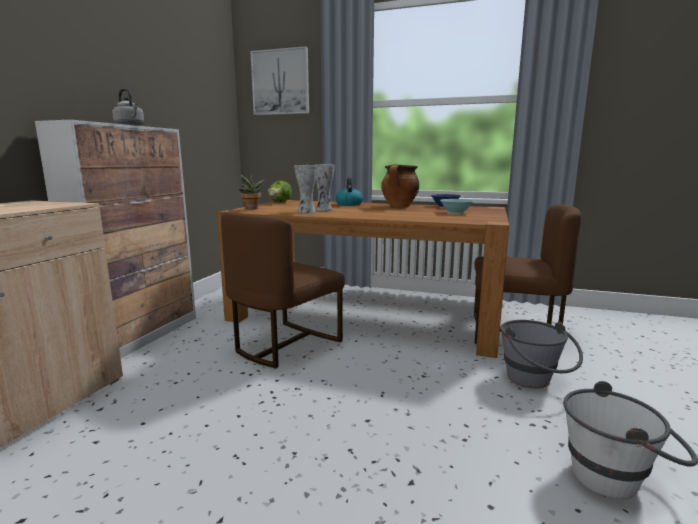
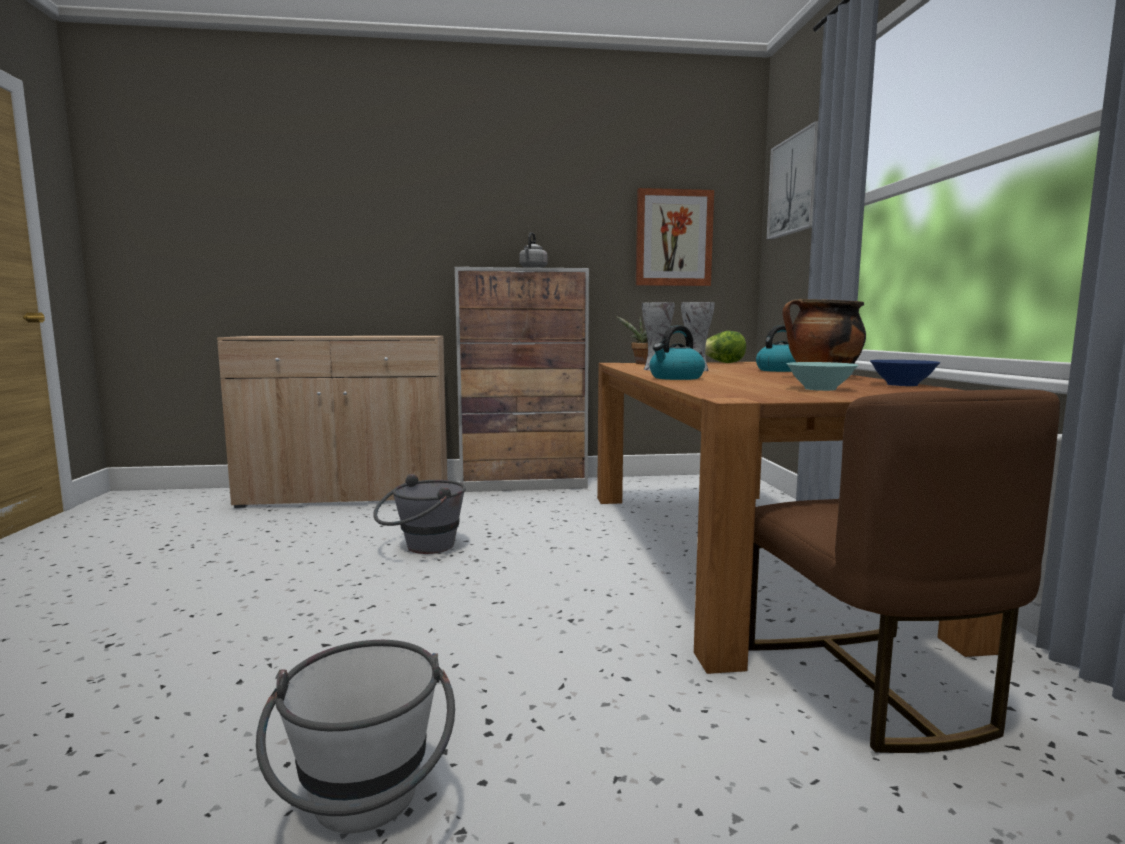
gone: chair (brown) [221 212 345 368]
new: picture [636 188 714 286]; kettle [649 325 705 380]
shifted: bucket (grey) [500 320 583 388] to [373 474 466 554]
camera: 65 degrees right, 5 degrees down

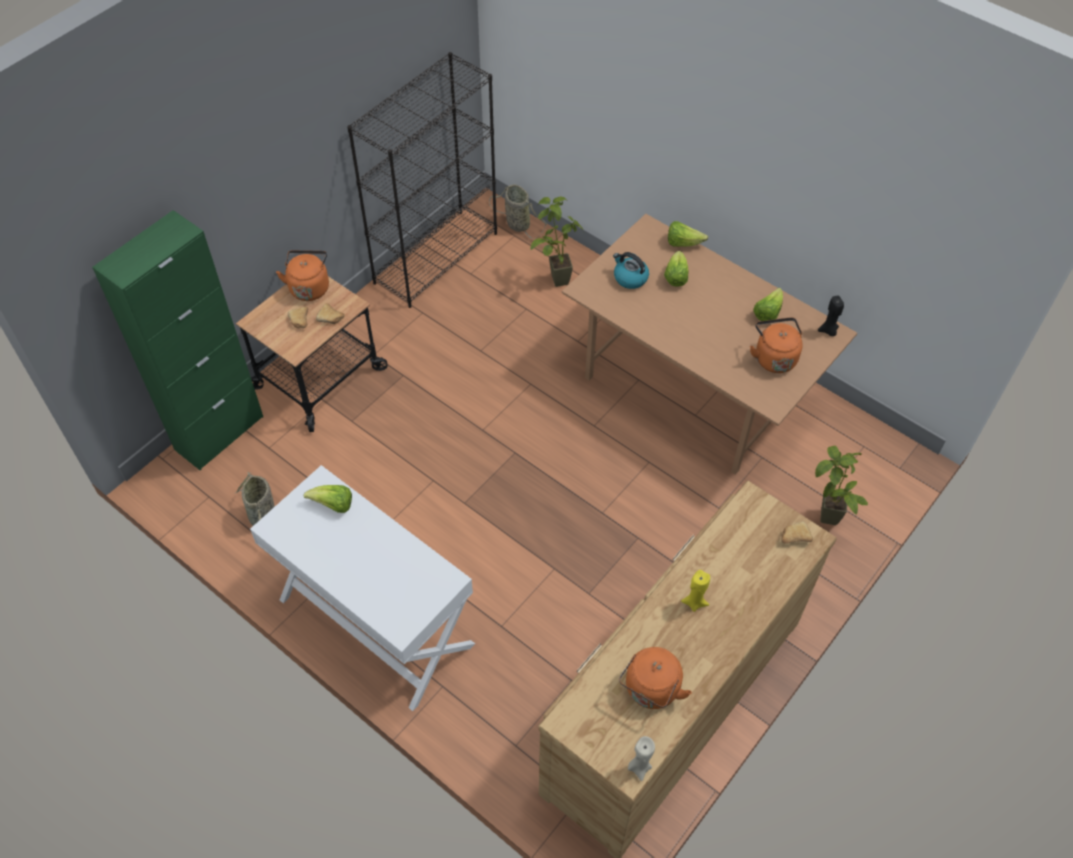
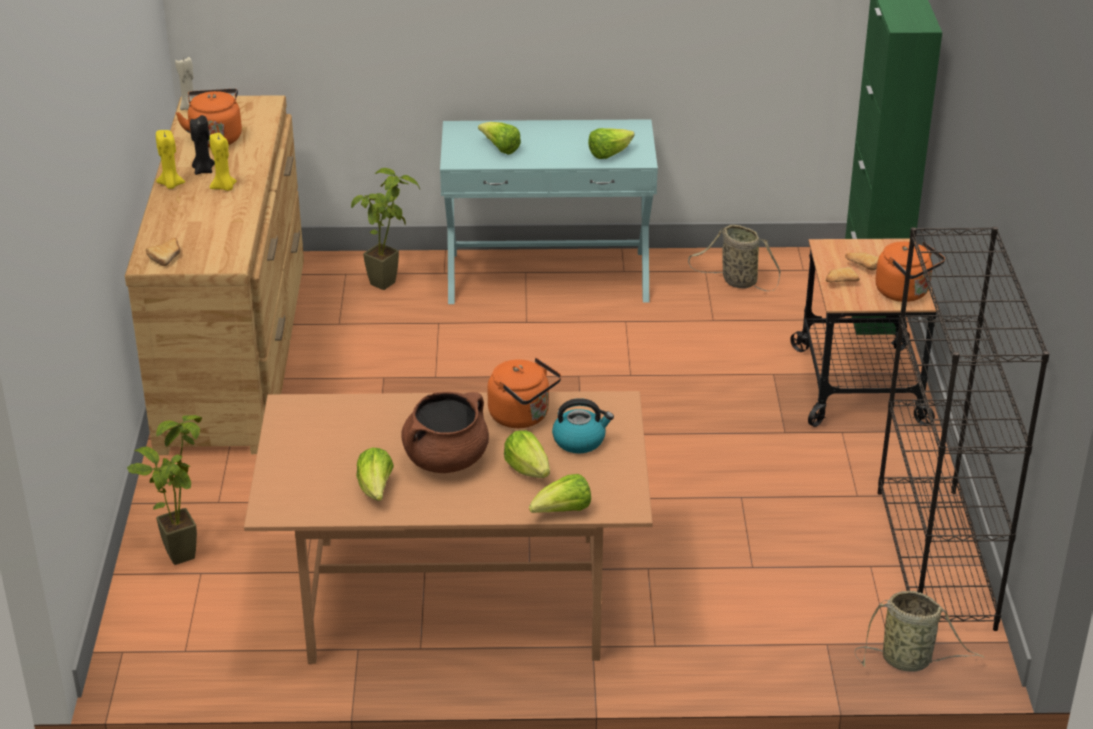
new: candle (yellow) [156 130 185 189]; cooking pot (brown) [401 392 489 473]; lettuce [478 122 521 155]
shifted: potted plant [530 197 583 287] to [351 168 420 290]; kettle (orange) [750 317 803 373] to [487 358 561 428]; candle (black) [818 296 844 336] to [190 115 215 175]
repainted: console table (white) [250 465 475 711] to console table (turquoise) [440 119 658 304]
camera: 140 degrees right, 20 degrees down

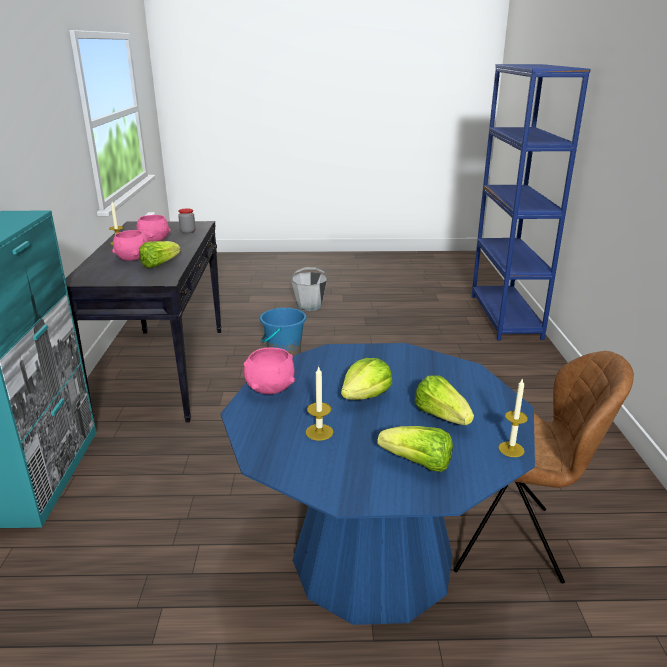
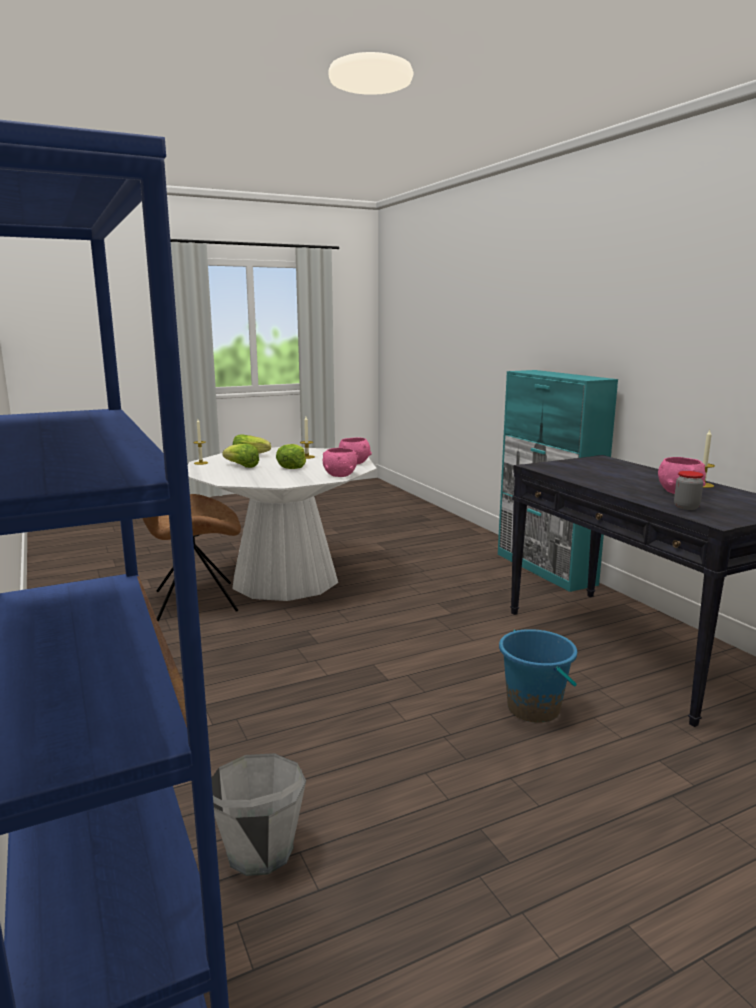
gone: lettuce [139 241 181 268]
shifted: bowl (pink) [112 230 148 261] to [323 448 357 477]; bucket (grey) [291 267 327 311] to [211 753 306 876]
repainted: dining table (blue) [221 343 535 625] to dining table (white) [188 447 377 601]
camera: 155 degrees right, 10 degrees down

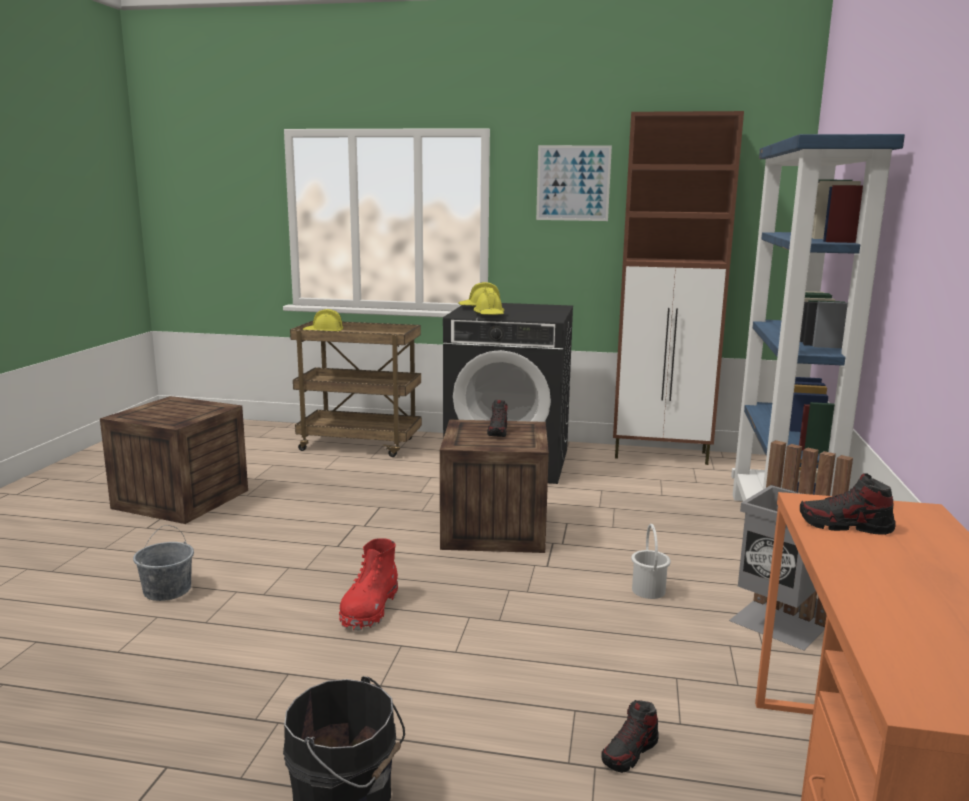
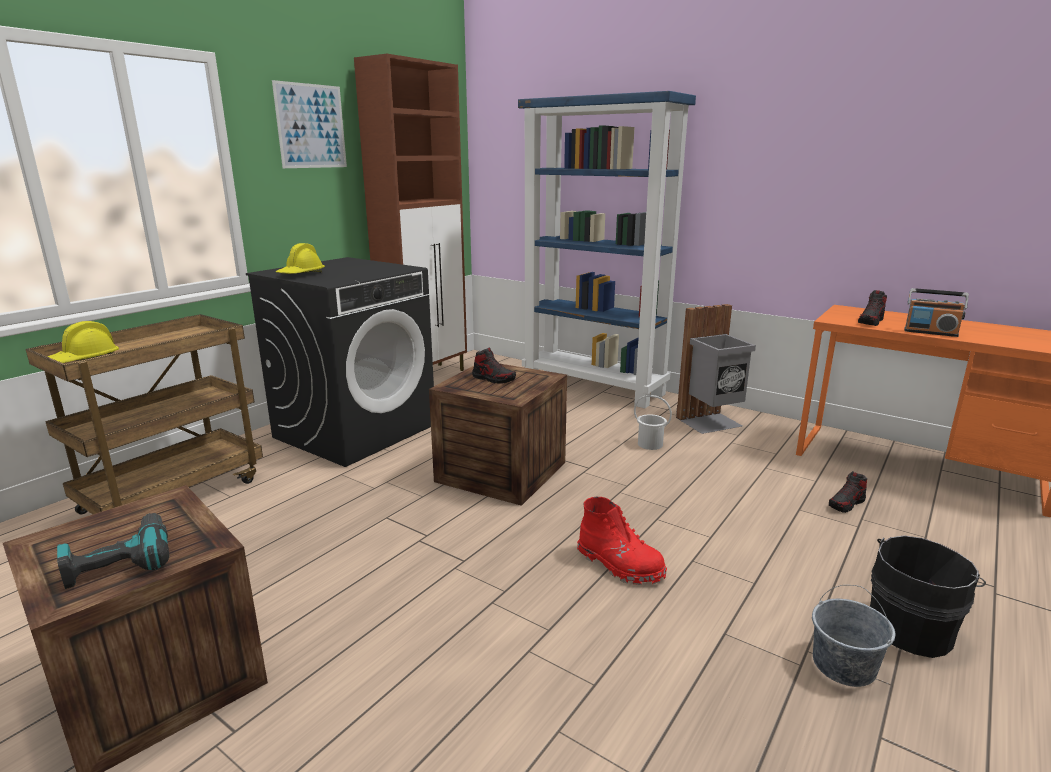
gone: hard hat (yellow) [473 288 504 315]
new: power drill [57 513 169 589]; radio [904 288 969 337]
shifted: bucket (grey) [133 525 194 601] to [812 585 895 687]
rotated: shoe [601 700 659 773] = [829 471 867 513] 75 degrees clockwise
camera: 65 degrees left, 5 degrees up

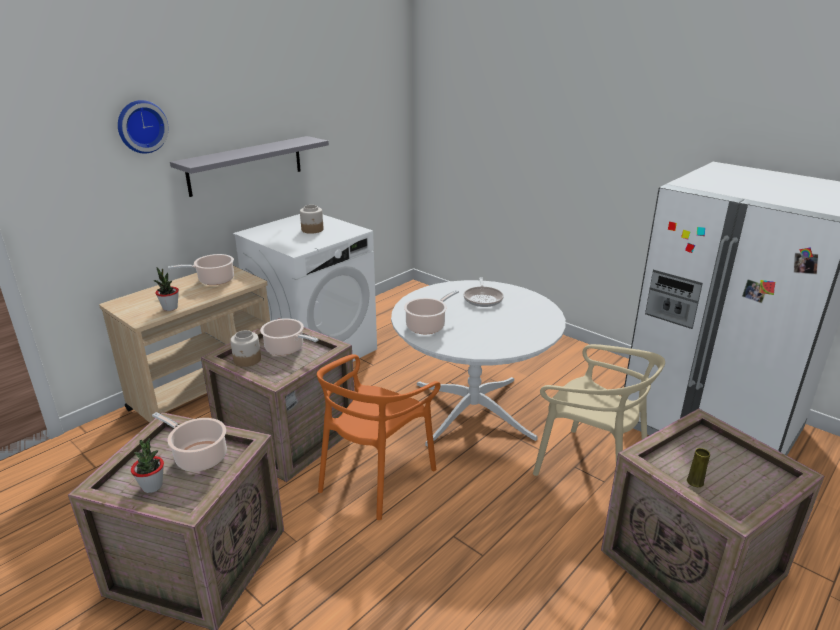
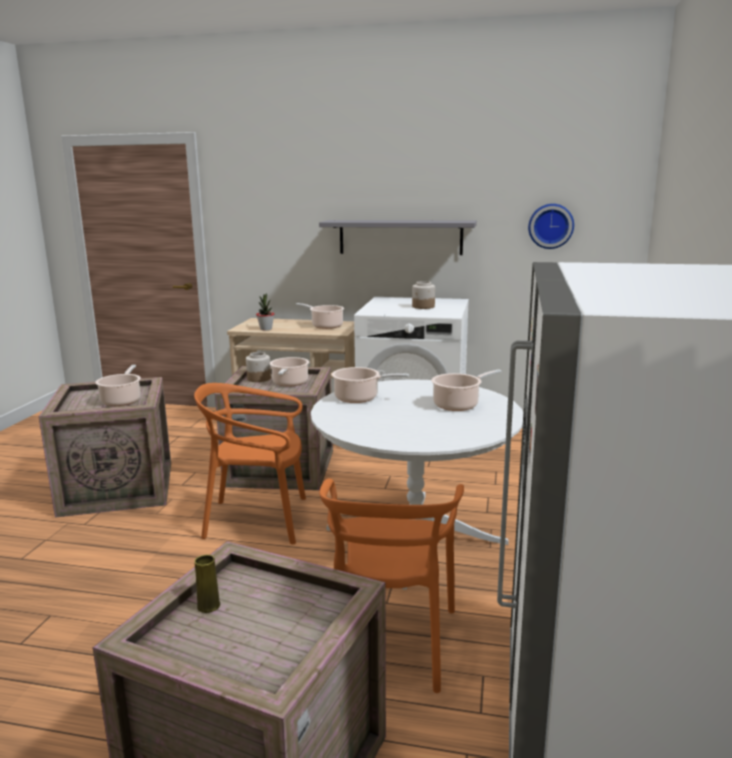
gone: potted plant [131 438 164 493]
shifted: wall clock [118 100 168 154] to [528 204 574 249]
swapped: frying pan [463 277 503 307] to cooking pot [431 369 502 411]
repainted: chair (beige) [533 344 665 476] to chair (orange) [319 478 464 693]
camera: 60 degrees right, 10 degrees down

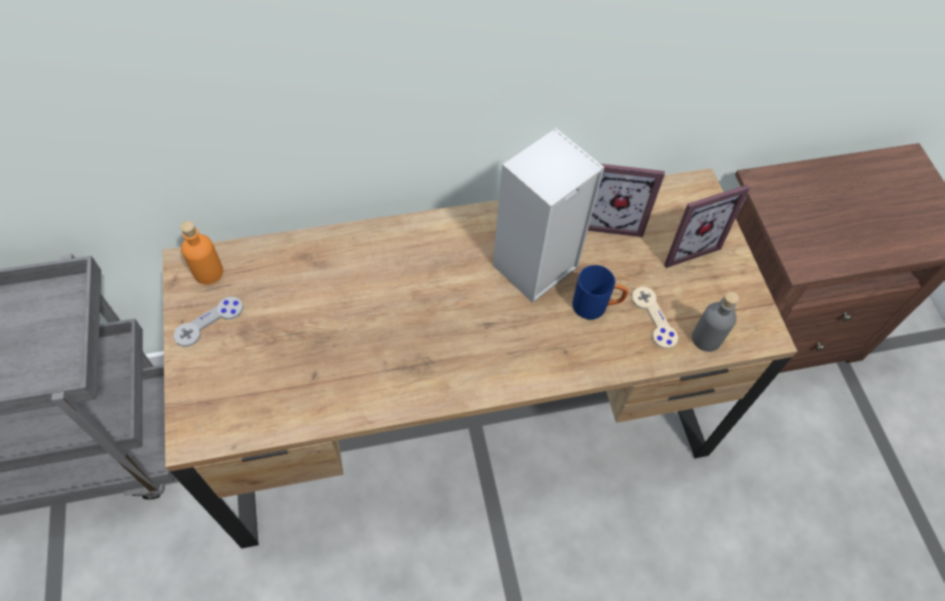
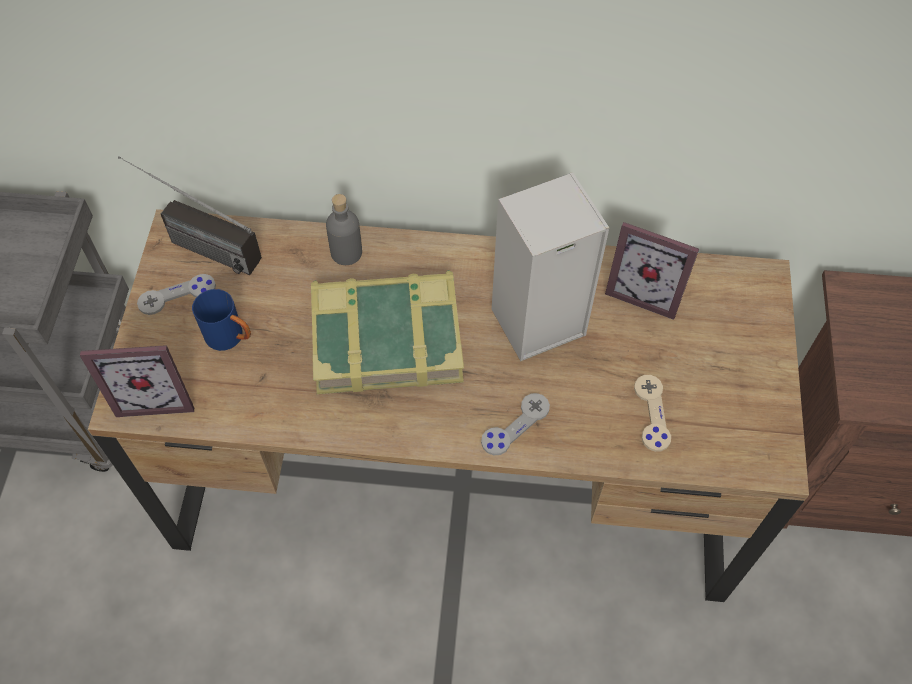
new: book [311 270 464 394]; game controller (grey) [481 393 550 455]
shifted: mug (blue) [572 265 628 320] to [192 289 251 351]; picture frame [664 185 750 268] to [80 345 194 417]; bottle (grey) [692 292 739 352] to [326 194 362 265]
swapped: bottle (orange) [180 221 223 285] to radio [118 156 262 275]
camera: 20 degrees right, 0 degrees up

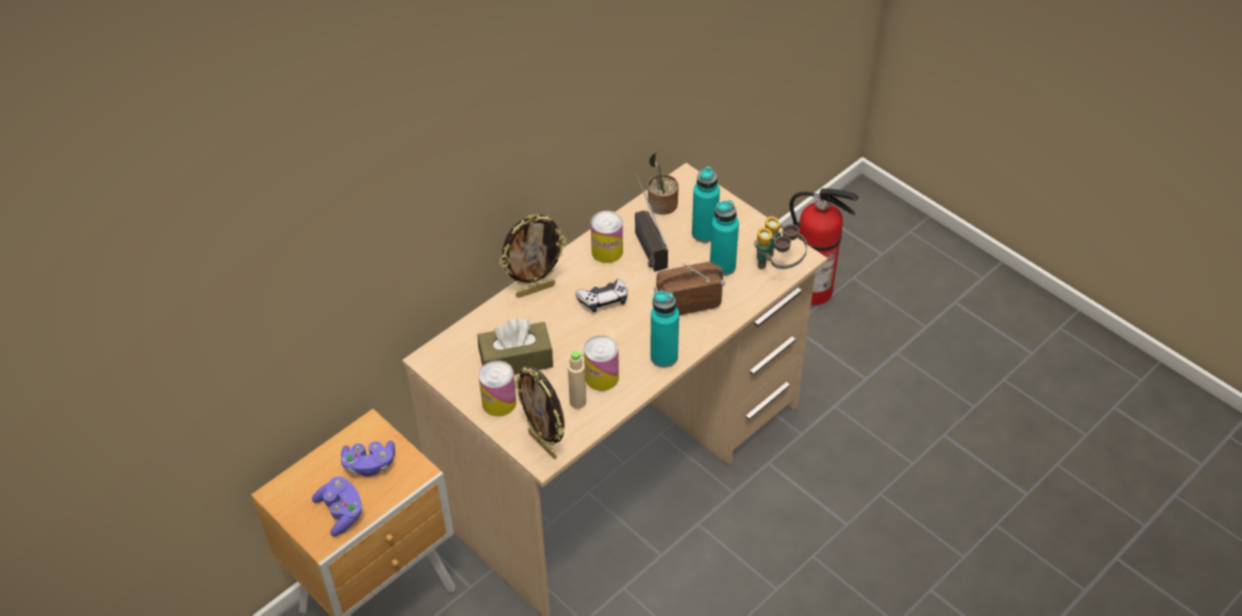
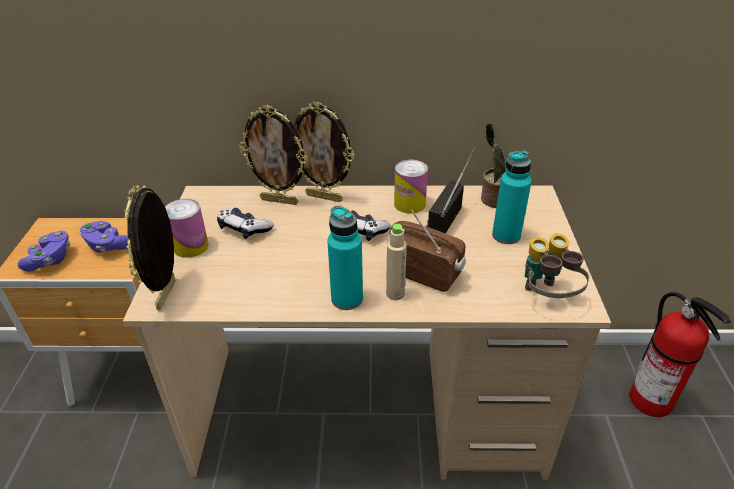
gone: can [584 335 619 391]; bottle (turquoise) [710 200 739 276]
new: picture frame [239 105 308 205]
shifted: bottle (beige) [568 351 586 409] to [386 224 407 300]
swapped: tissue box (brown) [477 319 553 375] to game controller [217 208 274 239]
camera: 45 degrees right, 10 degrees down

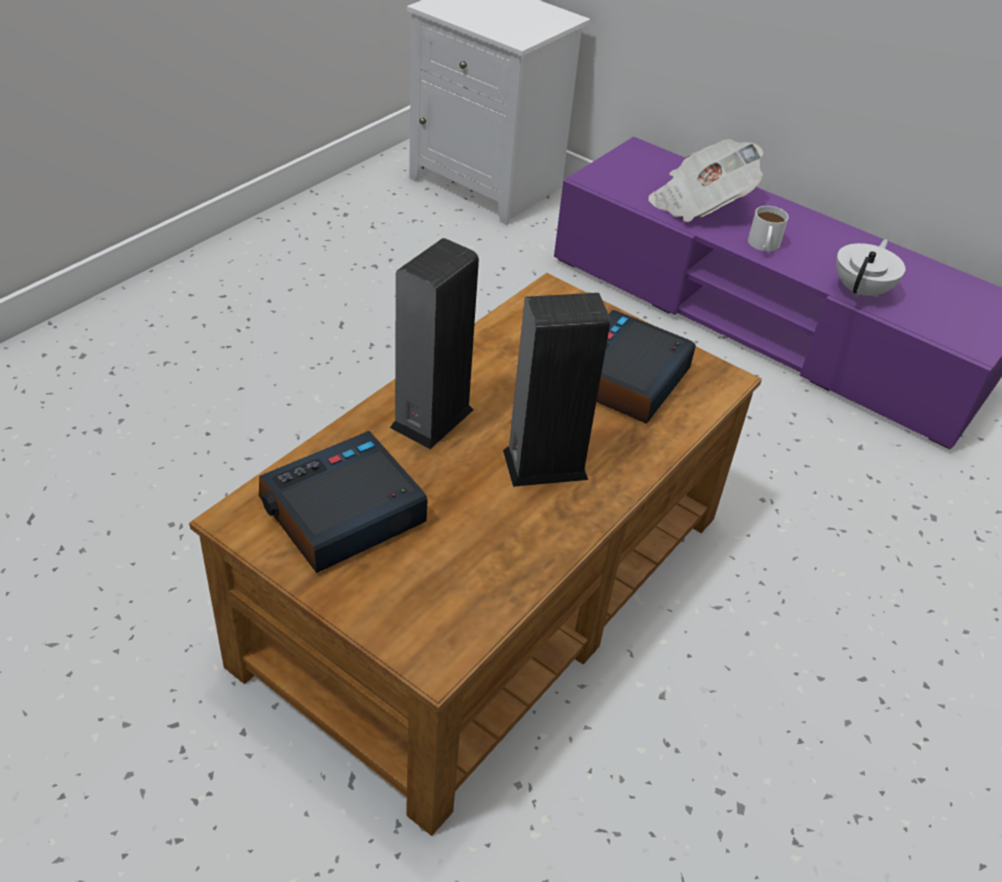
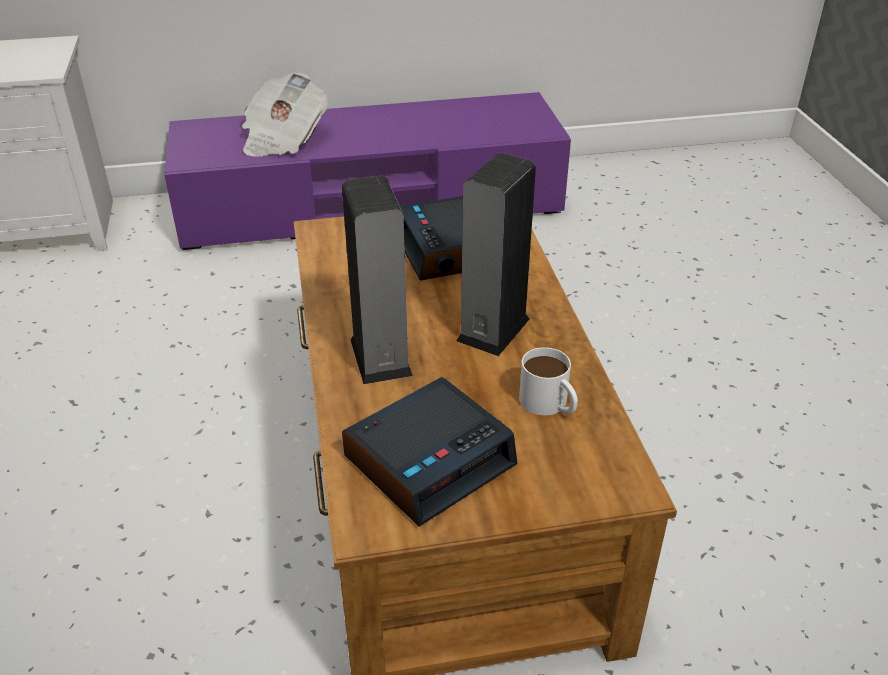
gone: teapot (white) [836 239 905 299]
shifted: mug (white) [748 206 788 252] to [519 347 578 415]
rotated: alarm clock [259 431 428 573] = [342 377 518 527] 135 degrees counterclockwise
camera: 45 degrees left, 5 degrees down

